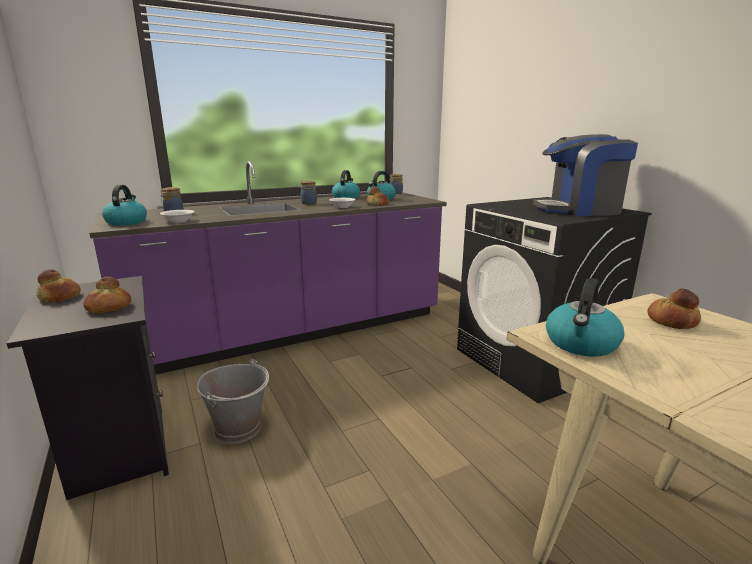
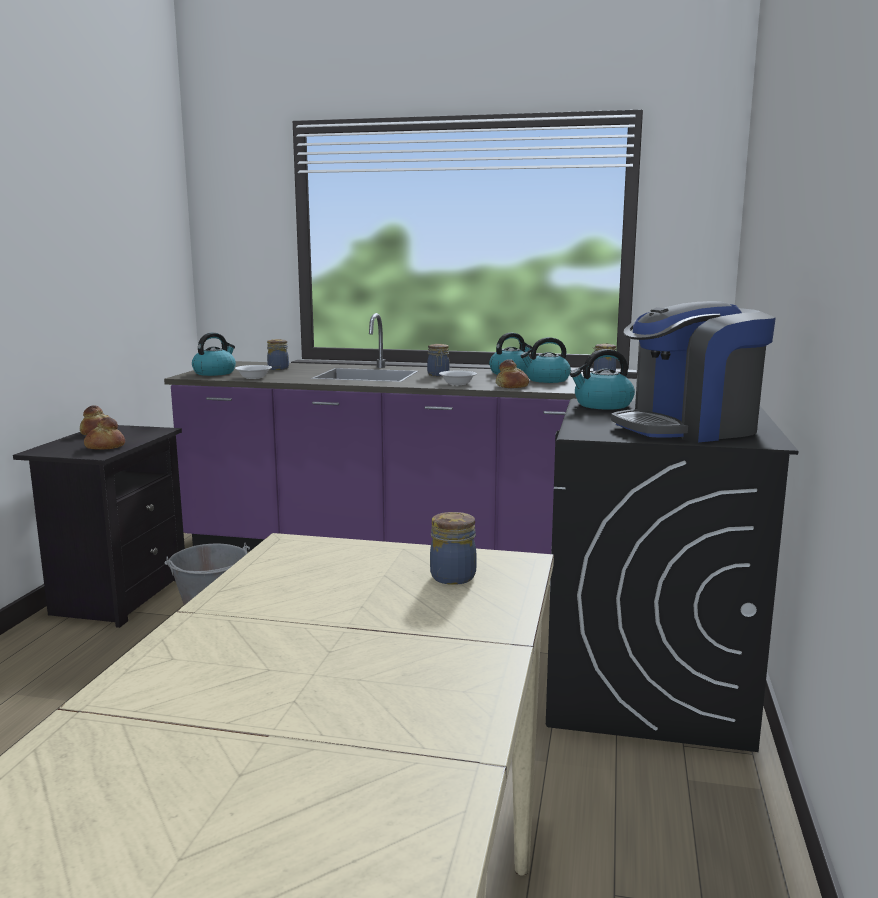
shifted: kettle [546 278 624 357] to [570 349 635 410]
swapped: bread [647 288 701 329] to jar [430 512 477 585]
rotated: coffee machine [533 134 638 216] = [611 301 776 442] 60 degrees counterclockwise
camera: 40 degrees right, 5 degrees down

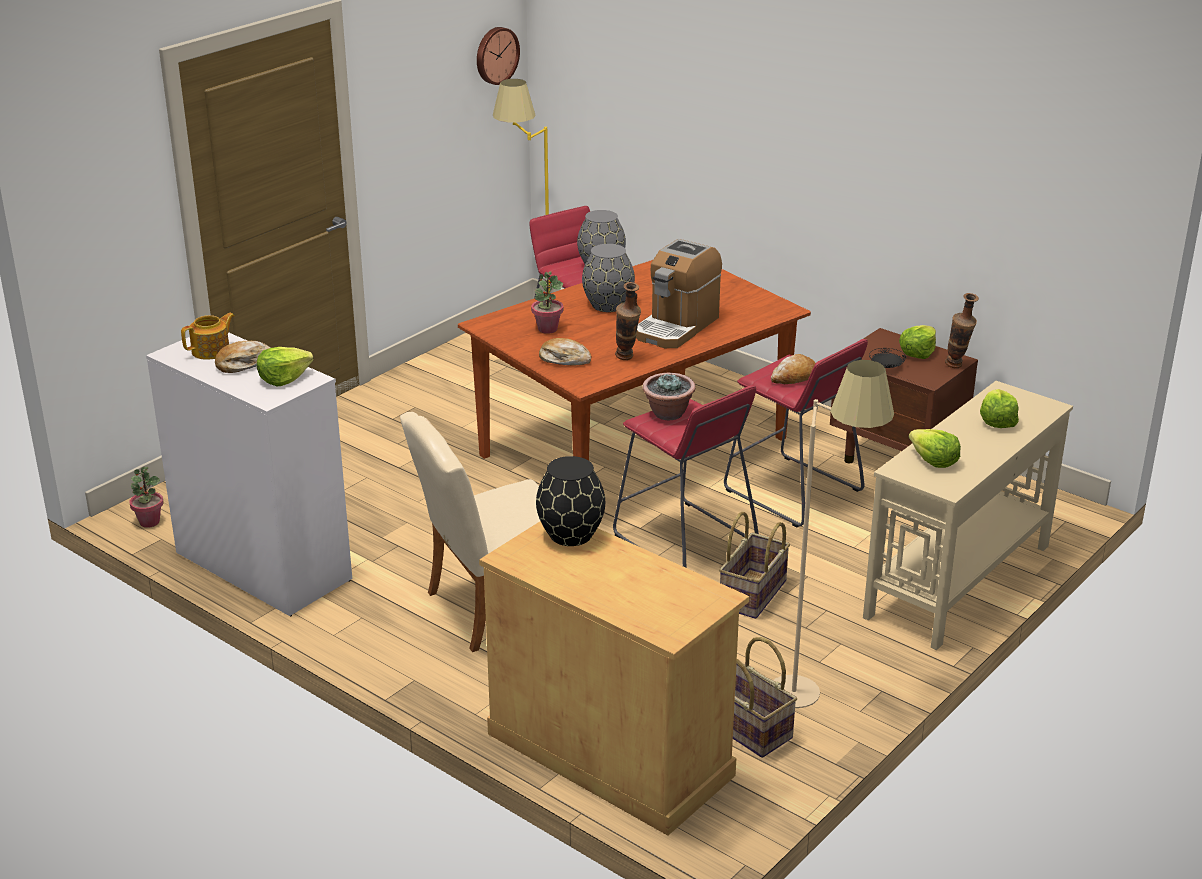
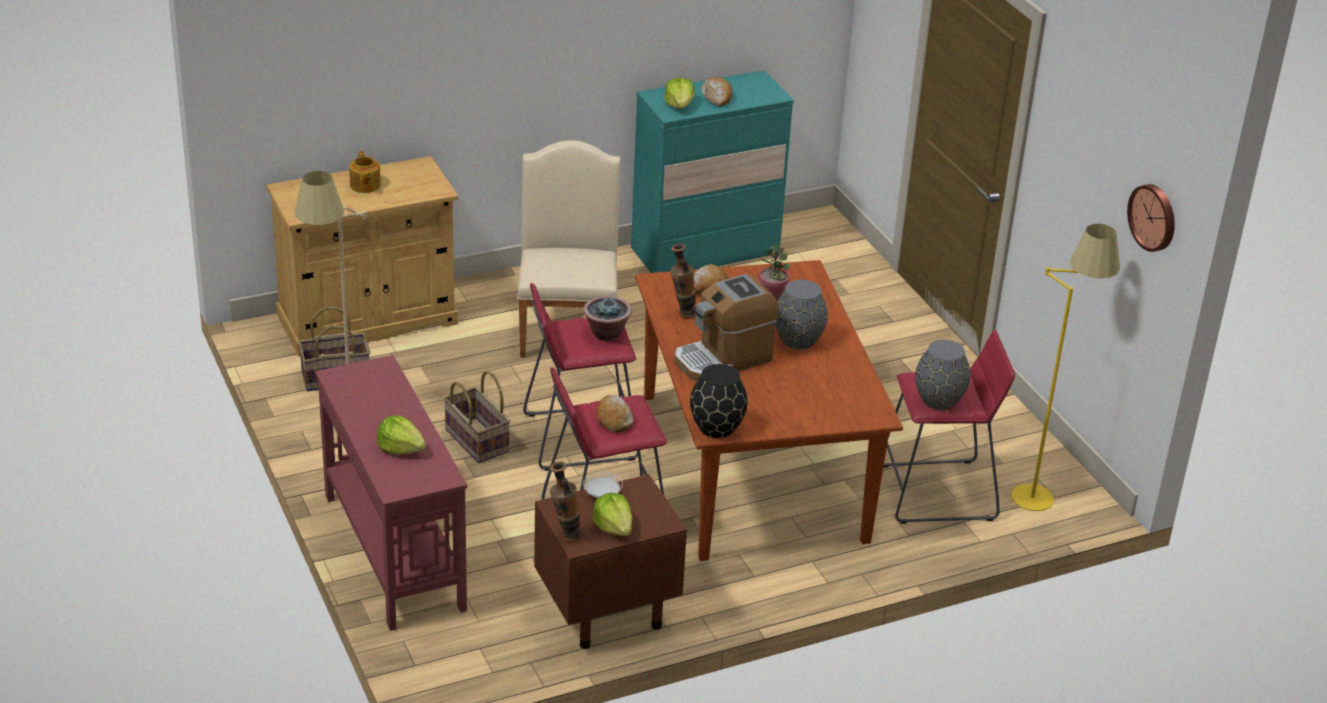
gone: potted plant [129 466 164 528]; lettuce [909 429 961 468]
shifted: teapot [181 313 235 360] to [349 151 381 193]; vase (black) [536 456 605 546] to [690 364 747 438]
repainted: dresser (white) [146 332 352 616] to dresser (turquoise) [631 71 794 273]; console table (beige) [863 381 1073 650] to console table (red) [315 355 467 631]; plate (black) [869 348 906 368] to plate (white) [583 472 623 498]
rotated: coffee machine [636 239 722 348] = [674 274 779 381] 90 degrees counterclockwise
camera: 115 degrees right, 5 degrees up

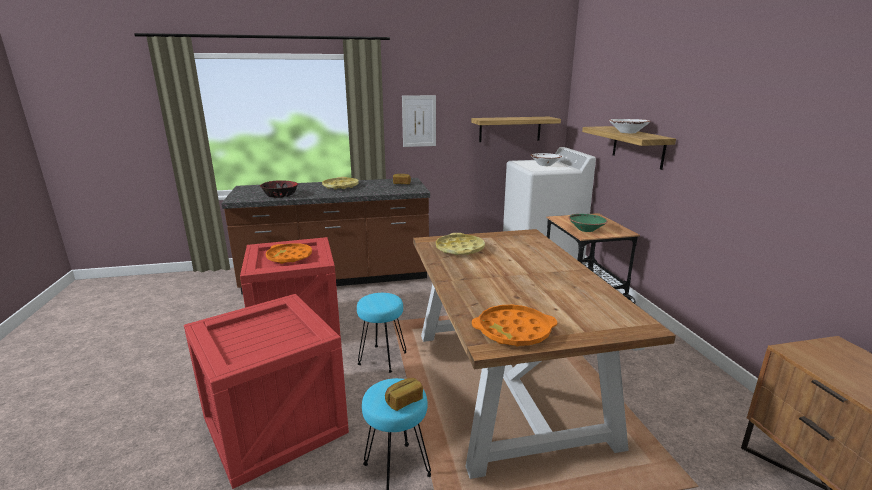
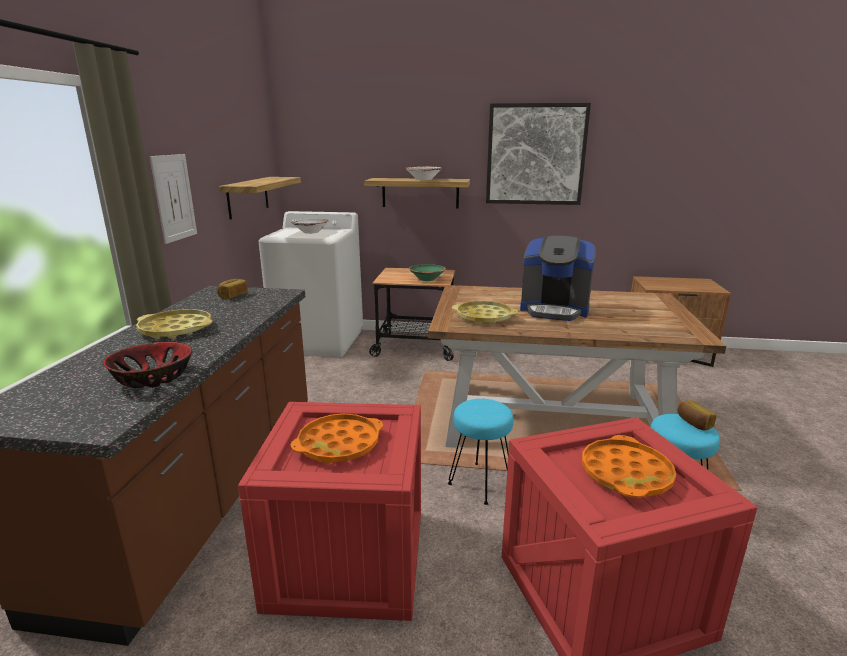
new: picture [486 103 591 205]; coffee machine [520 235 596 321]
shifted: tray (orange) [472 305 557 346] to [582 435 676 498]
camera: 70 degrees left, 0 degrees up

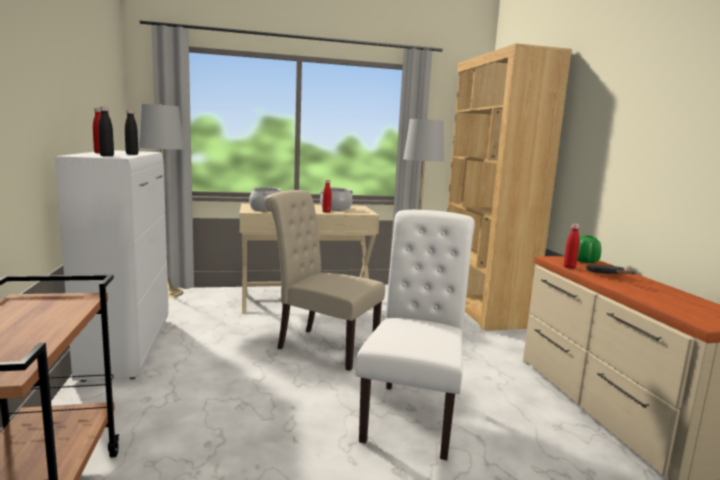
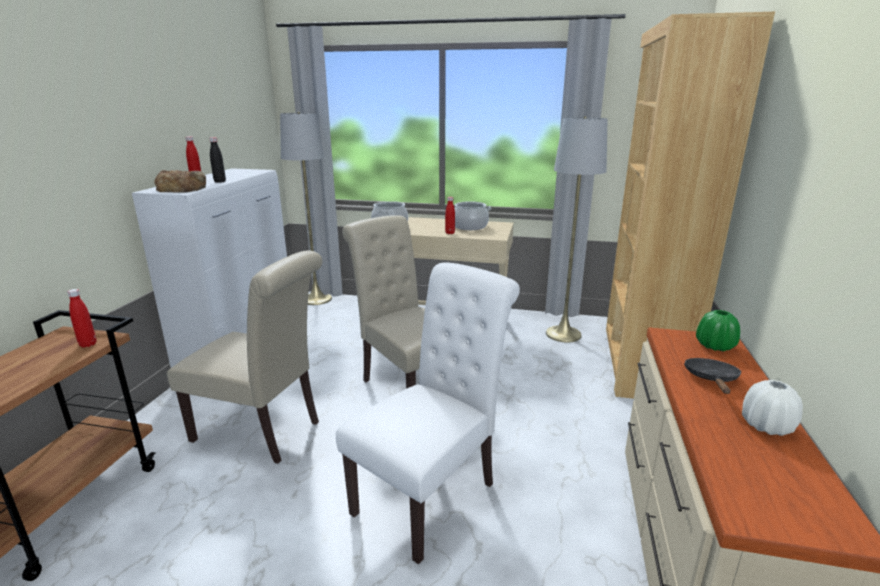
new: chair (beige) [167 251 322 464]; vase (white) [742 380 803 436]
shifted: bottle (red) [564 224 579 269] to [67 289 96 348]
swapped: bottle (black) [98 106 114 156] to bread [154 170 206 193]
camera: 25 degrees right, 10 degrees up

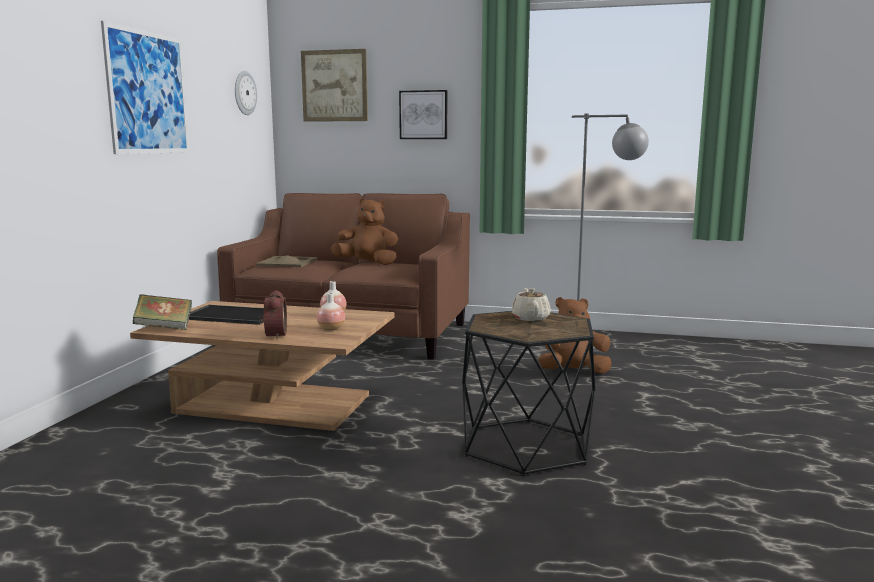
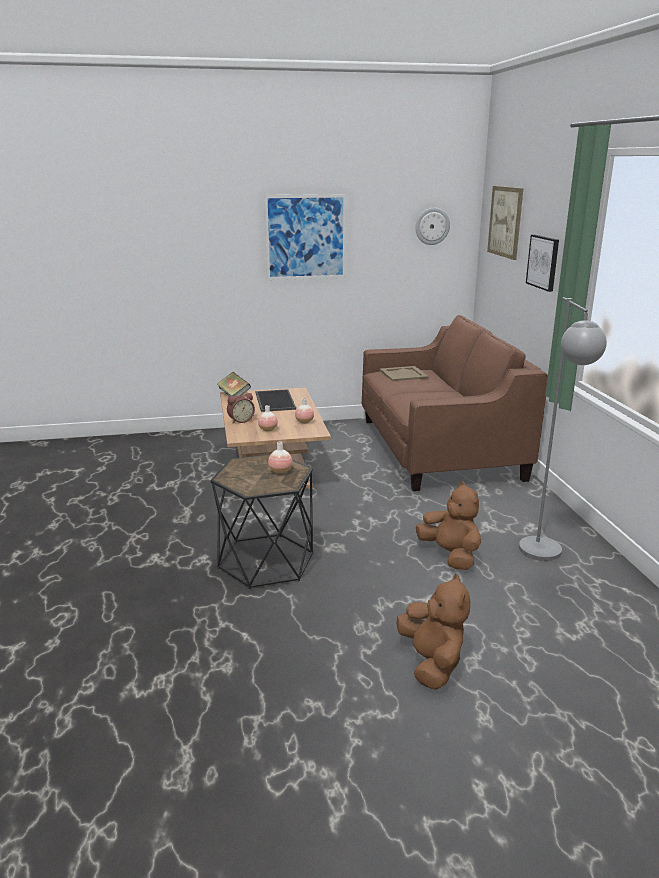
shifted: plush toy (brown) [331 198 398 265] to [397 574 470 690]
swapped: teapot (beige) [512 288 551 321] to vase [268 442 293 474]
camera: 65 degrees right, 10 degrees up

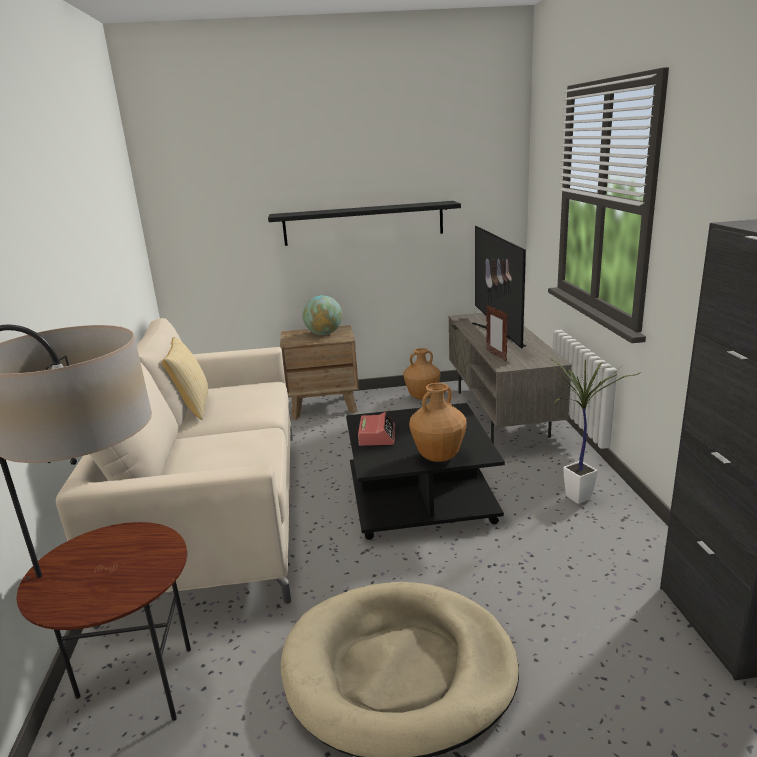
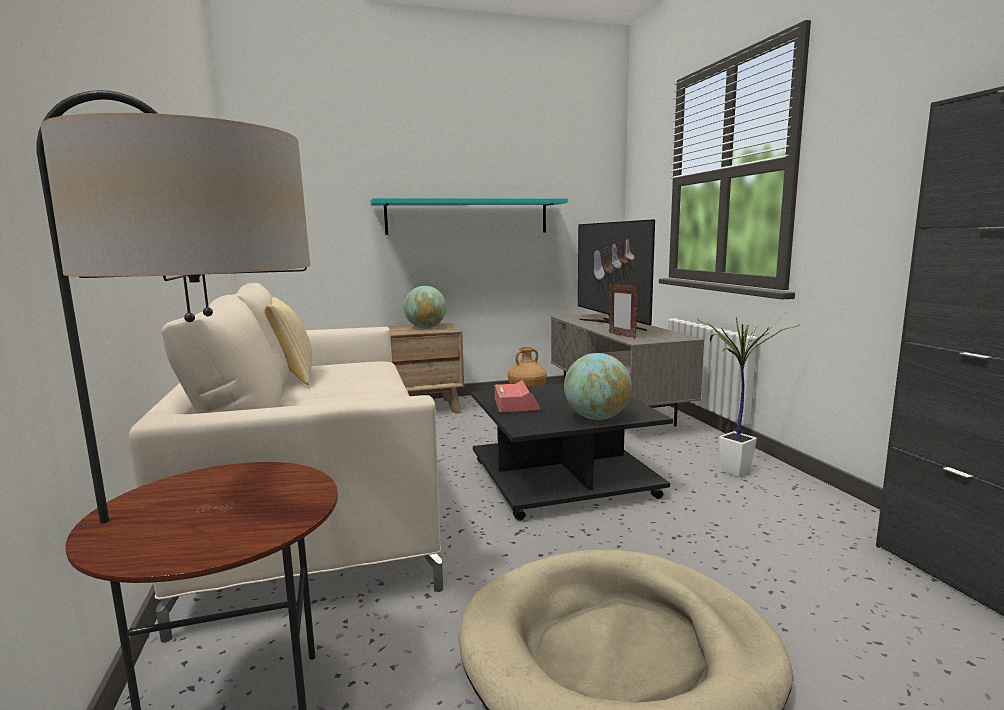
swapped: vase (brown) [409 383 466 462] to globe [564 353 632 420]
repainted: shelf (black) [268 201 461 246] to shelf (turquoise) [371 198 568 235]
camera: 10 degrees left, 10 degrees down

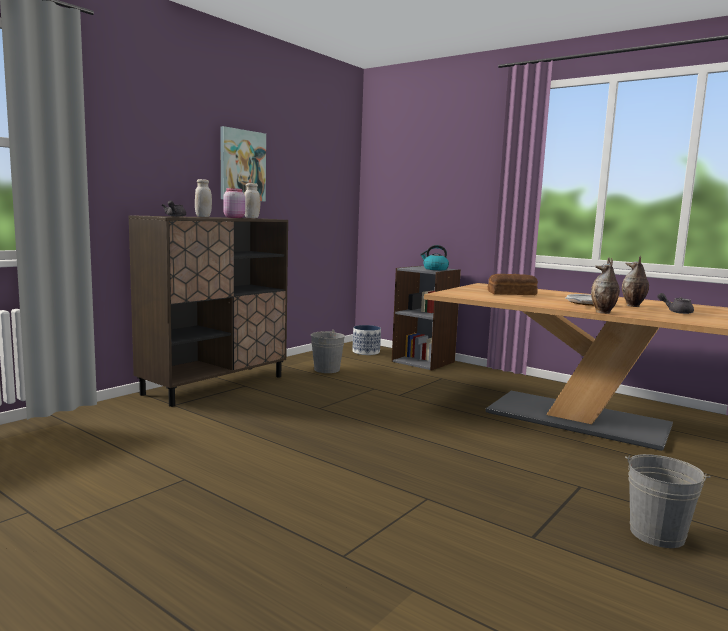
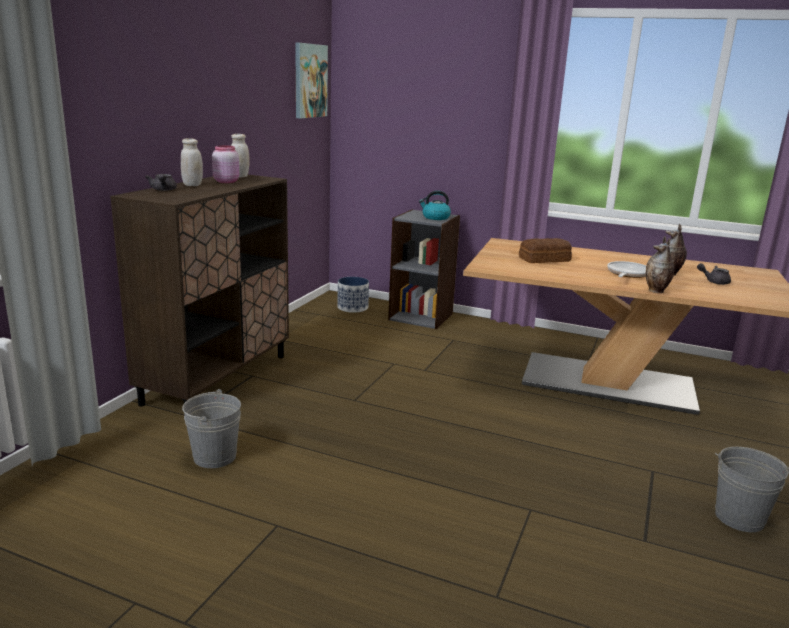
shifted: picture [220 126 266 201] to [295 43 328 119]; bucket (grey) [311 330 345 373] to [182 389 241 468]
camera: 15 degrees left, 10 degrees up

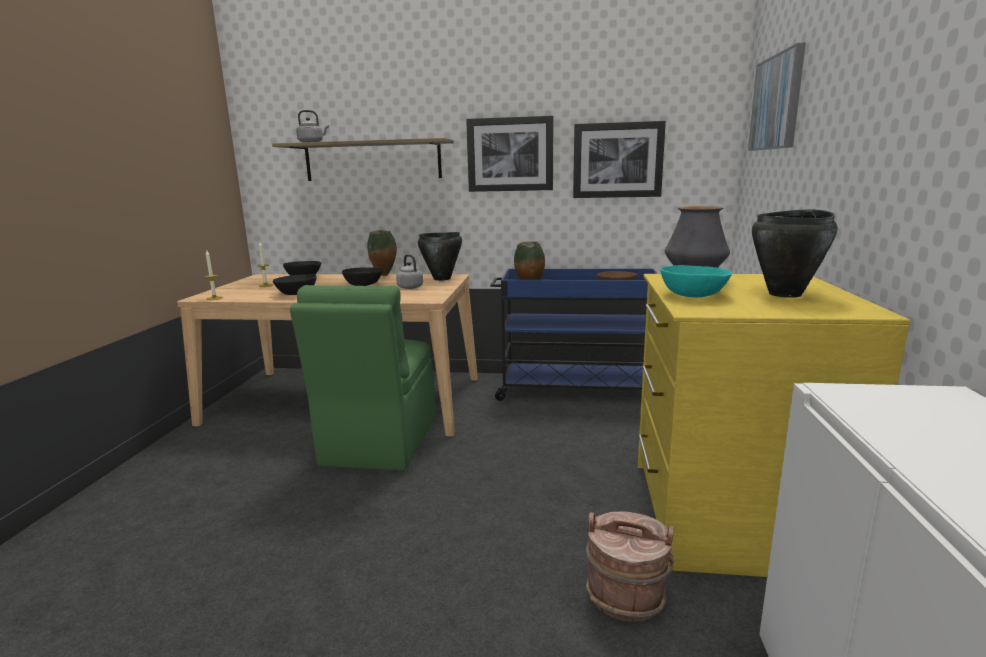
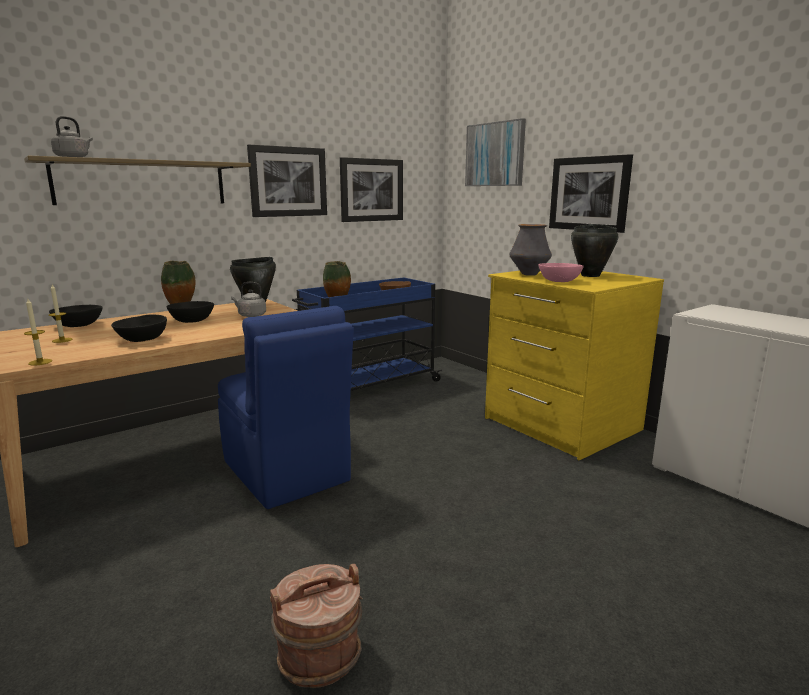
new: picture [549 154 633 233]
shifted: bucket (brown) [585 511 674 621] to [270 564 363 688]
repainted: chair (green) [290 285 435 471] to chair (blue) [218 306 354 509]; bowl (turquoise) [661 265 732 298] to bowl (pink) [539 263 584 282]
camera: 45 degrees left, 0 degrees up

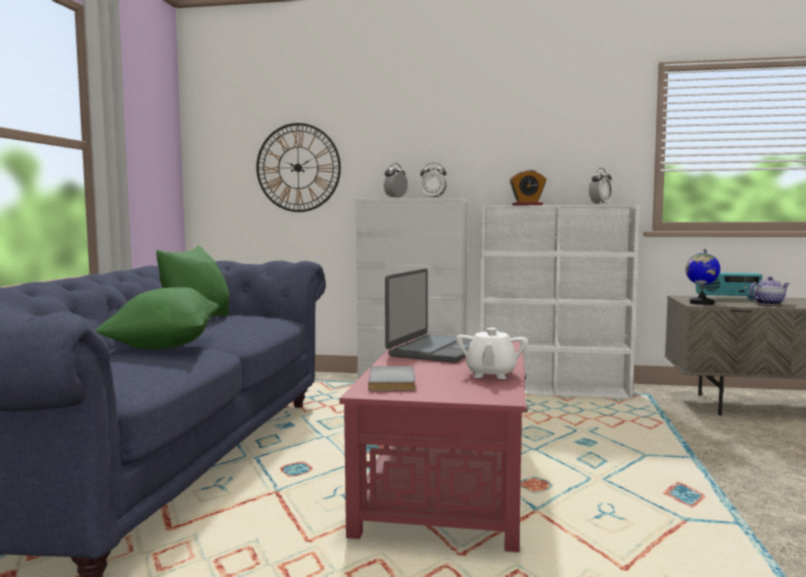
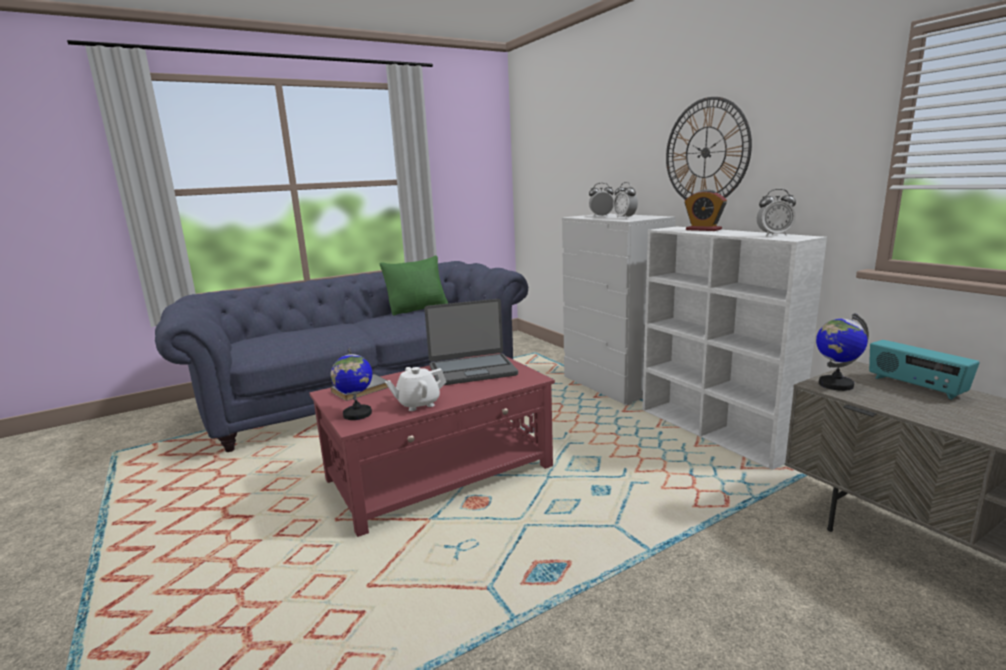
gone: pillow (green) [95 287 219 349]; teapot [749 277 790 305]
new: globe [331 348 372 420]
shifted: wall clock [256 123 341 212] to [666 97 752 200]
camera: 50 degrees right, 10 degrees up

